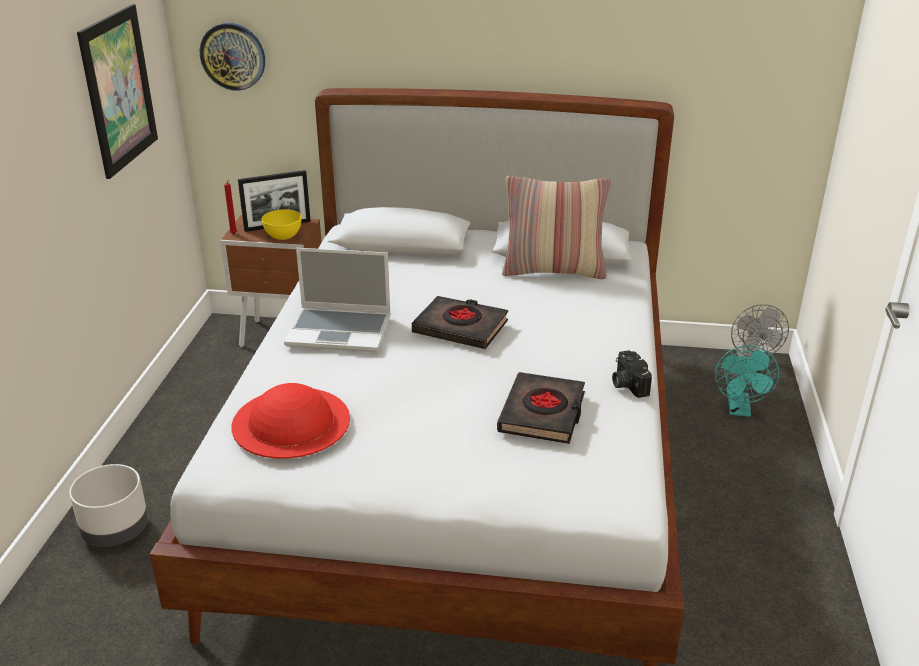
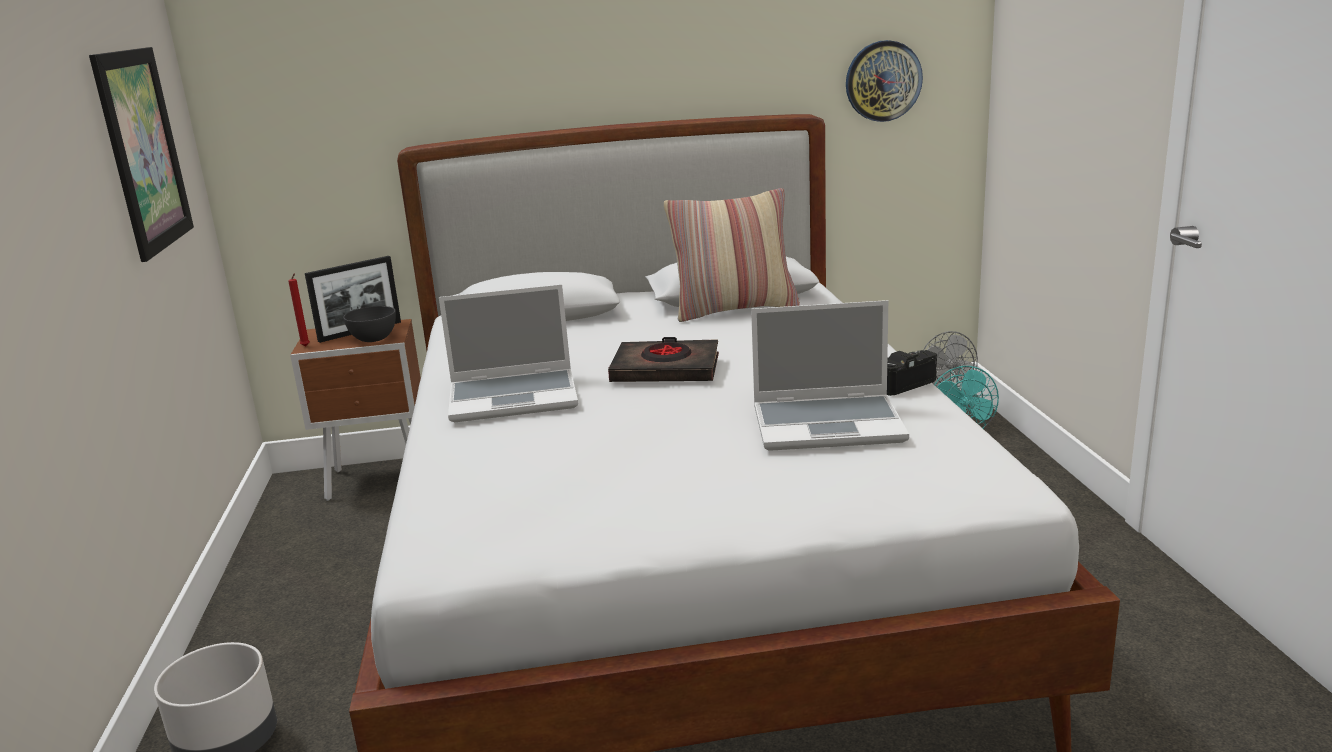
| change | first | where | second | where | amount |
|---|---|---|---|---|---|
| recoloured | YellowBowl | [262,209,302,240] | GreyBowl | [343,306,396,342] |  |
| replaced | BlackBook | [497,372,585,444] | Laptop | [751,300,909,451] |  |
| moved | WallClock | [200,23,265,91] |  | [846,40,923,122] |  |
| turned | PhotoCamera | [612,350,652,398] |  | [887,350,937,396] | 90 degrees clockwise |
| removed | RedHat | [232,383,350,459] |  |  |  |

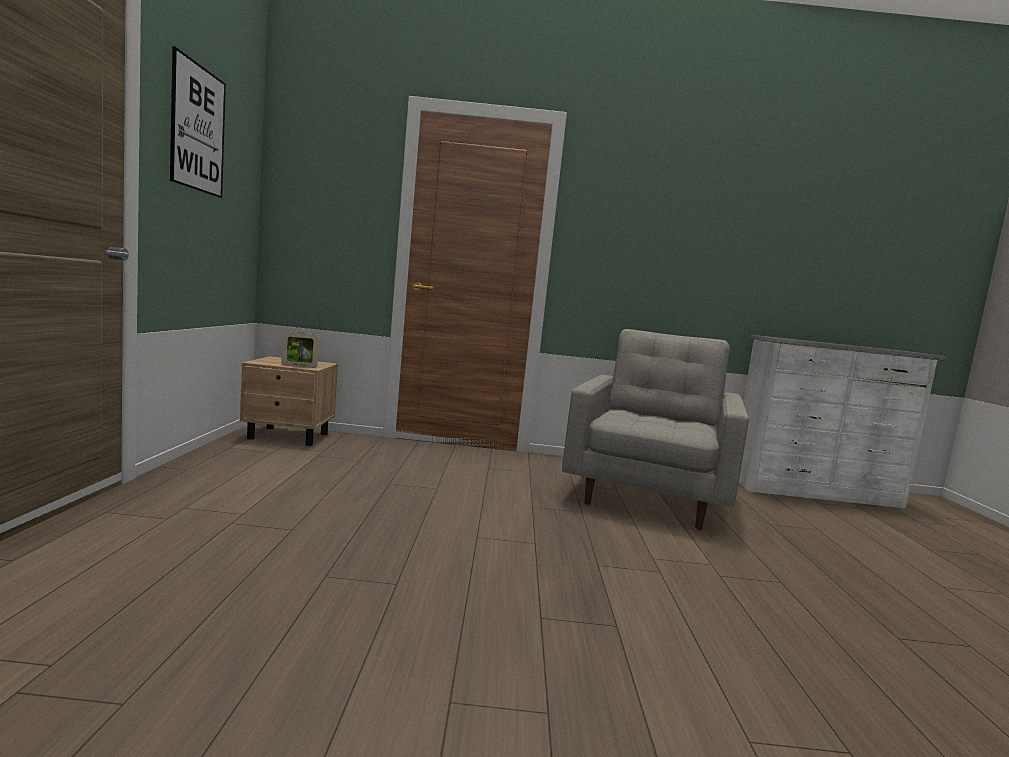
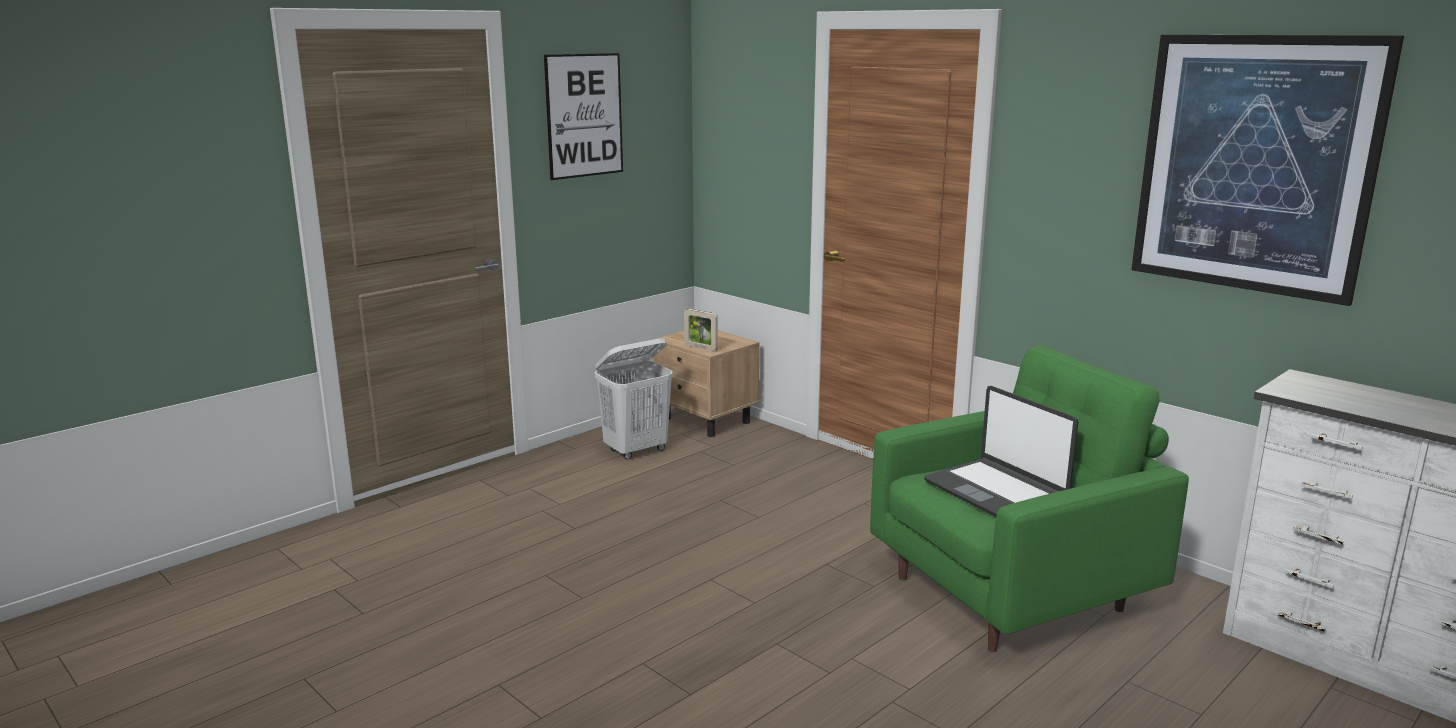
| change | first | where | second | where | amount |
|---|---|---|---|---|---|
| added |  |  | WhiteLaundryBasket | [595,338,673,460] |  |
| recoloured | GreyArmchair | [562,329,749,530] | GreenArmchair | [870,345,1189,652] |  |
| added |  |  | Laptop | [924,386,1078,517] |  |
| added |  |  | Picture | [1131,35,1404,306] |  |

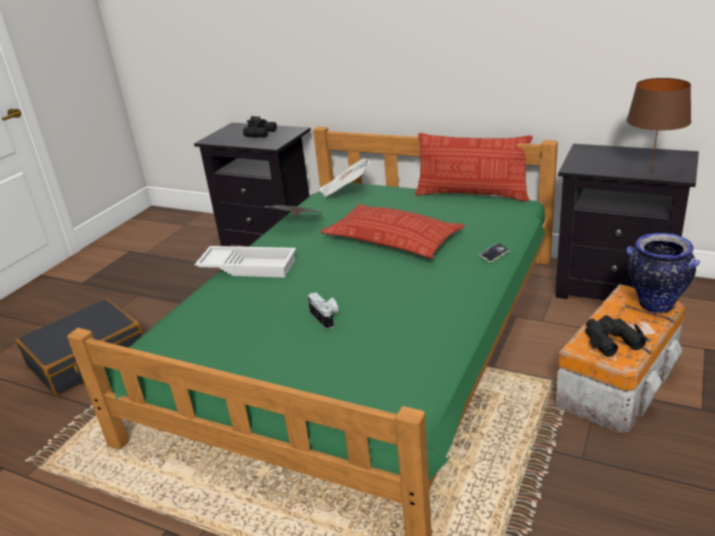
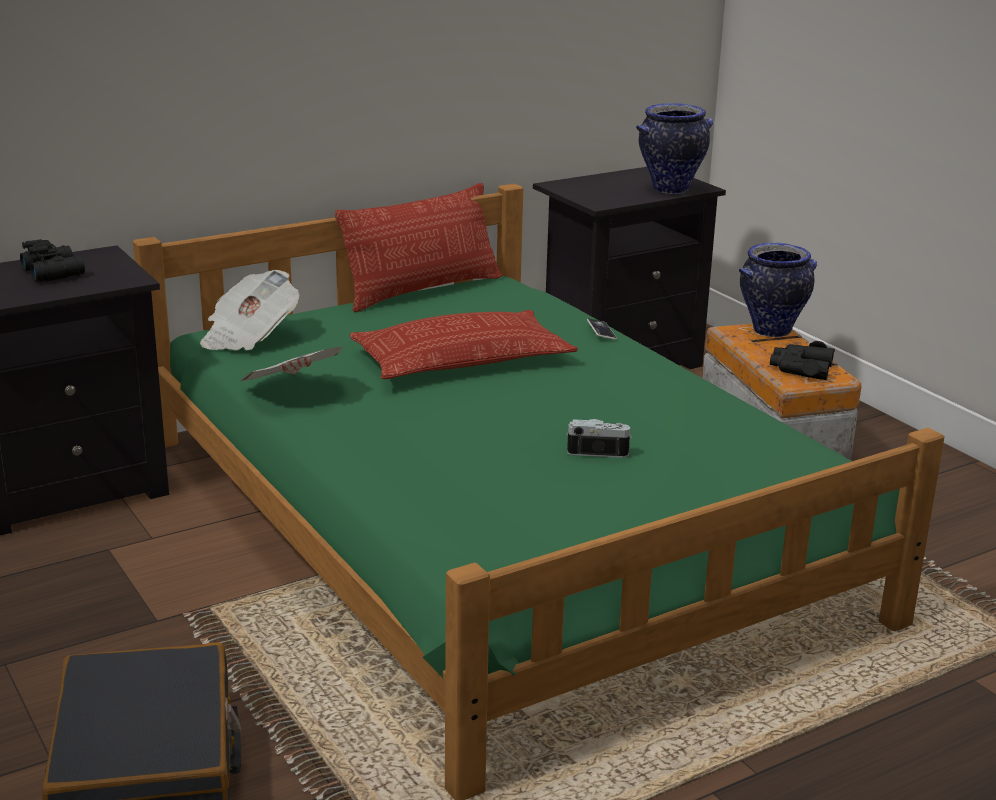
| change | first | where | second | where | amount |
|---|---|---|---|---|---|
| replaced | BrownTableLamp | [627,78,691,172] | Vase | [636,103,713,194] |  |
| removed | WhiteTray | [195,246,296,278] |  |  |  |

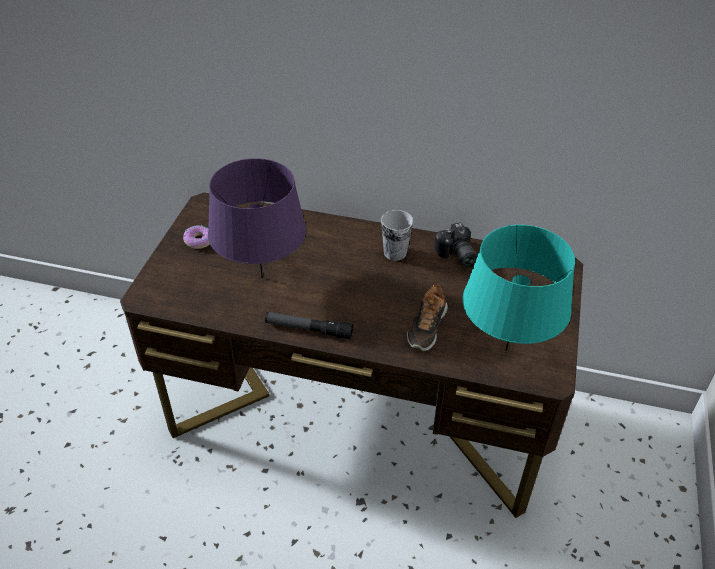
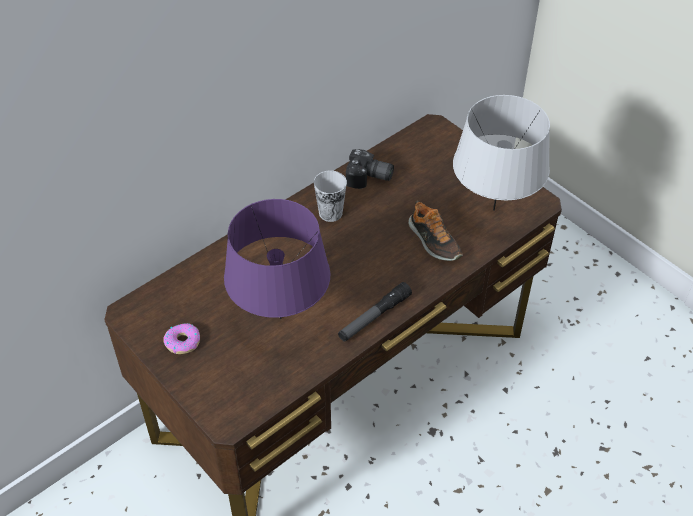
| change | first | where | second | where | amount |
|---|---|---|---|---|---|
| recoloured | TurquoiseTableLamp | [462,225,575,351] | GreyTableLamp | [453,95,550,211] |  |

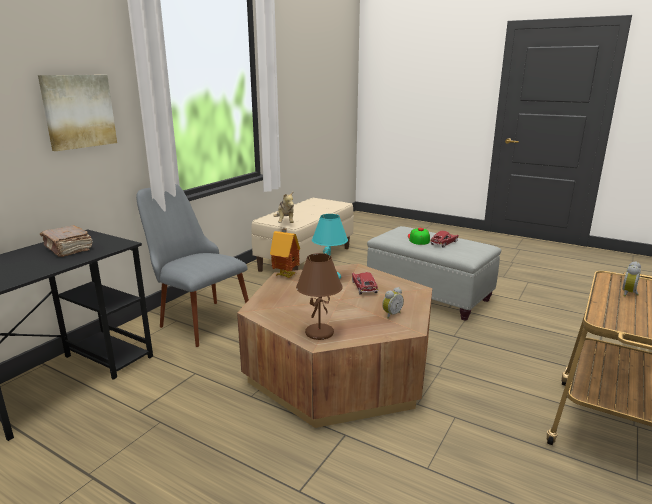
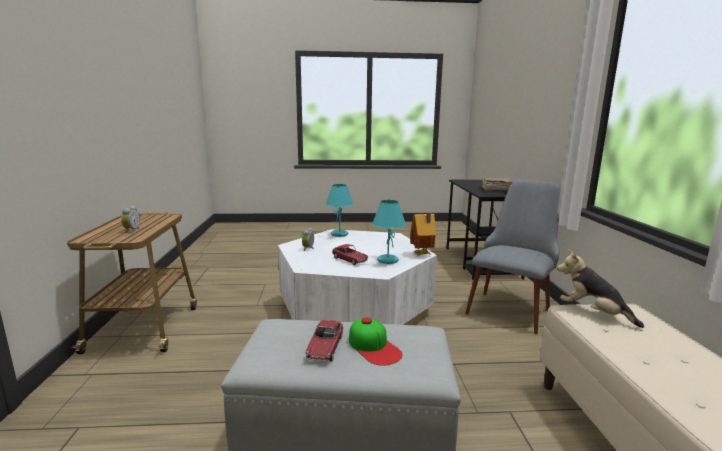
| change | first | where | second | where | amount |
|---|---|---|---|---|---|
| recoloured | BrownCoffeeTable | [237,264,432,428] | WhiteCoffeeTable | [278,229,437,325] |  |
| recoloured | BrownTableLamp | [296,253,343,340] | TurquoiseTableLamp | [326,184,353,237] |  |
| turned | GreyChair | [136,184,249,347] |  | [465,179,560,334] | 60 degrees counterclockwise |
| removed | Picture | [38,75,117,151] |  |  |  |

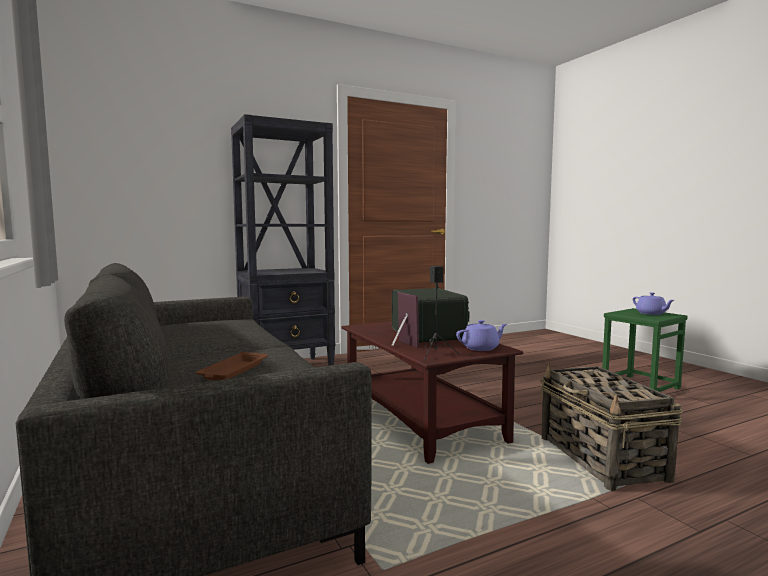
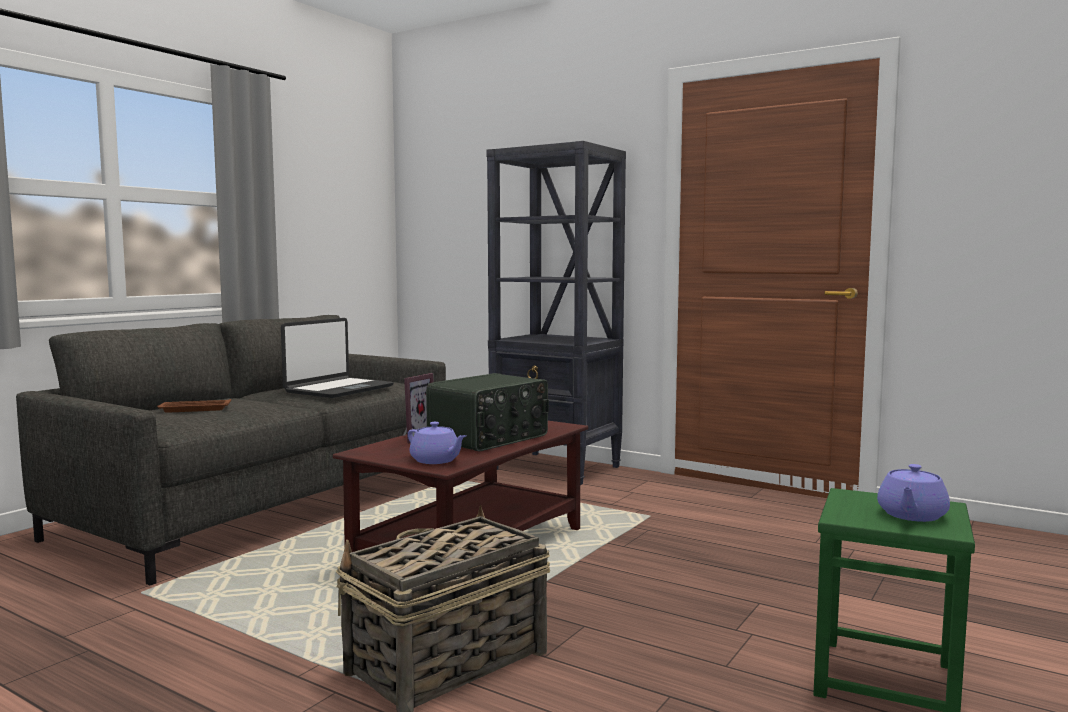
| change | first | where | second | where | amount |
|---|---|---|---|---|---|
| added |  |  | Laptop | [281,318,394,398] |  |
| removed | BlackSpeaker | [423,266,460,360] |  |  |  |

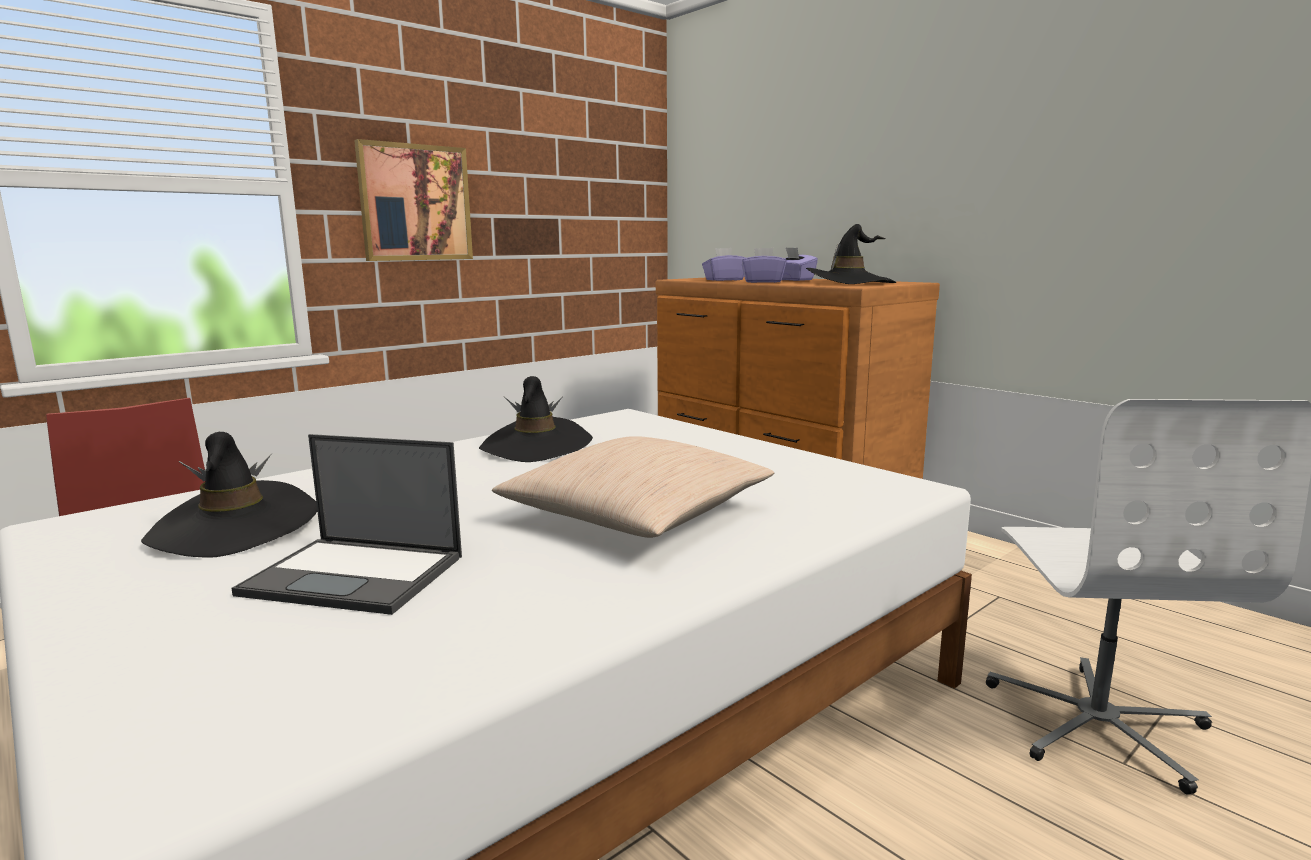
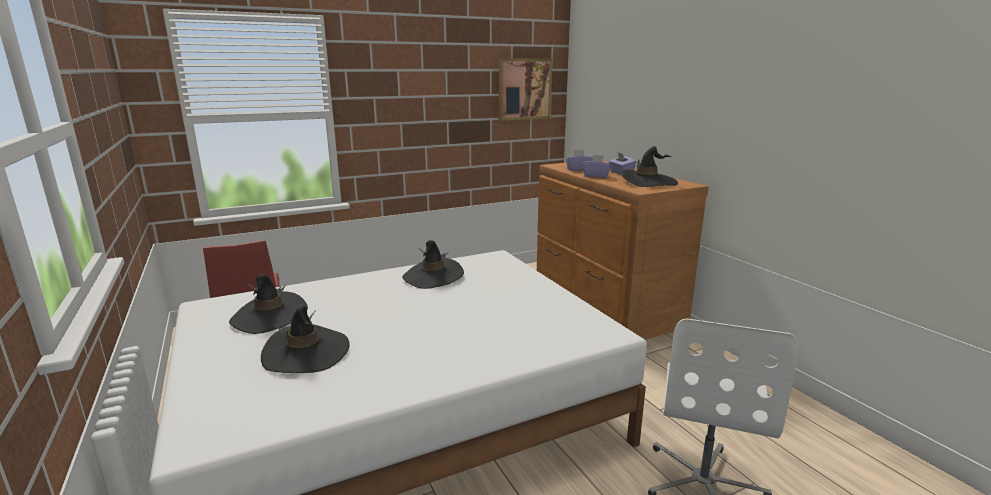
| change | first | where | second | where | amount |
|---|---|---|---|---|---|
| replaced | Laptop | [231,434,462,615] | BlackHat | [261,305,350,373] |  |
| moved | Picture | [354,139,473,261] |  | [499,58,552,121] |  |
| removed | BeigePillow | [492,436,774,538] |  |  |  |

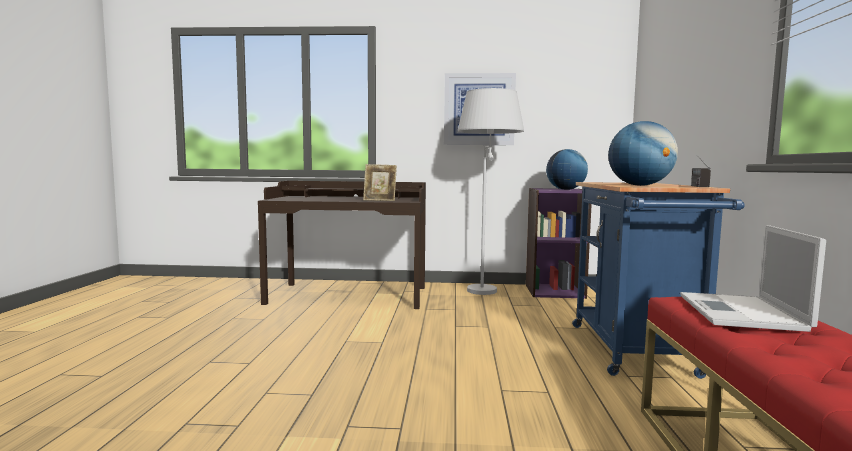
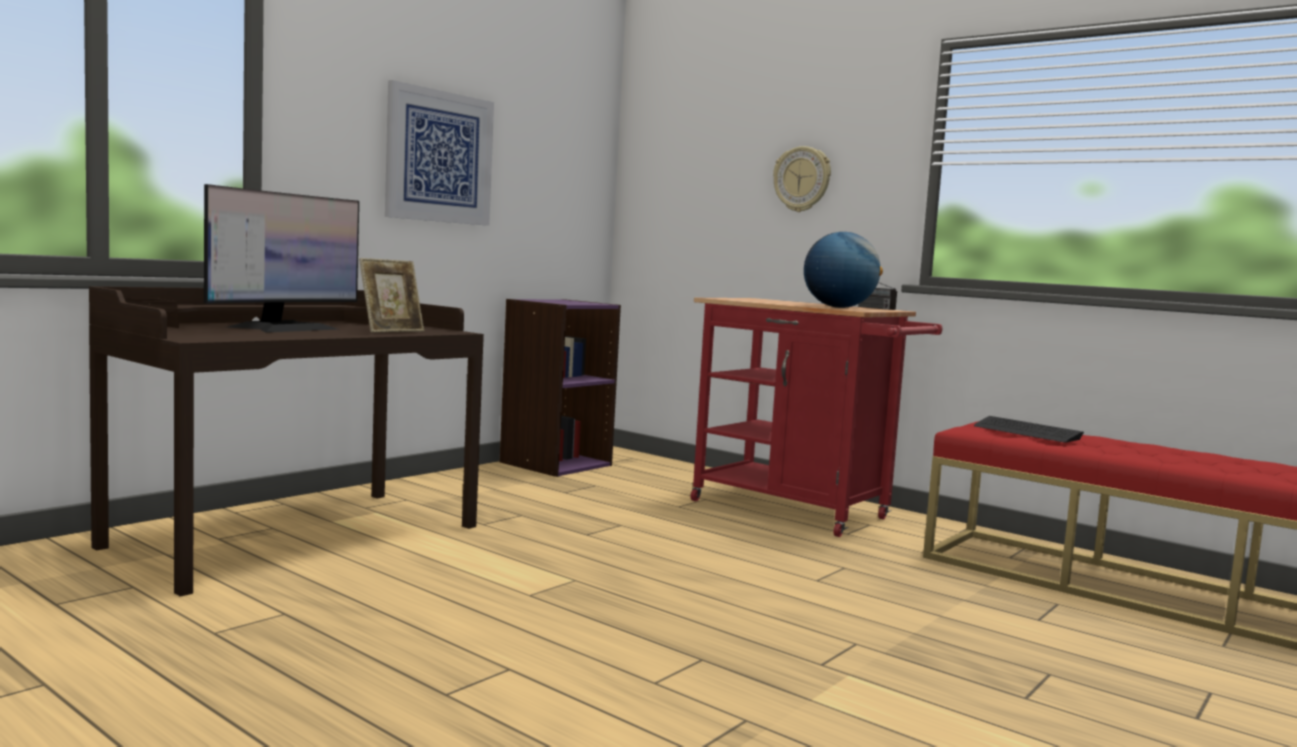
| change | first | where | second | where | amount |
|---|---|---|---|---|---|
| added |  |  | Monitor | [204,184,359,333] |  |
| recoloured | BlueCart | [572,182,745,379] | RedCart | [690,298,942,537] |  |
| added |  |  | WallClock | [773,146,831,212] |  |
| replaced | Laptop | [680,225,826,332] | Keyboard | [974,416,1084,443] |  |
| removed | WhiteFloorLamp | [458,88,524,295] |  |  |  |
| removed | Globe | [546,149,588,190] |  |  |  |

